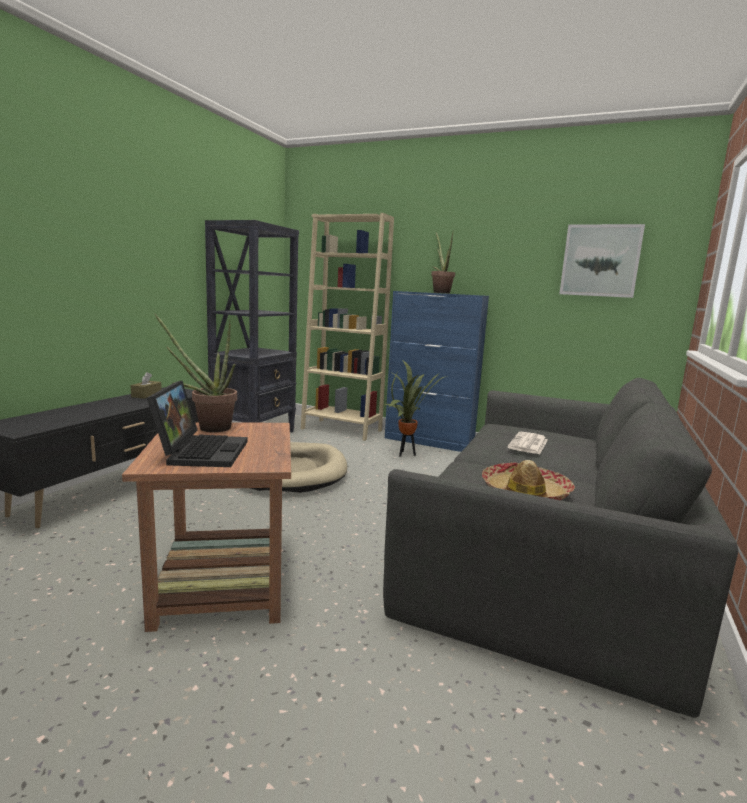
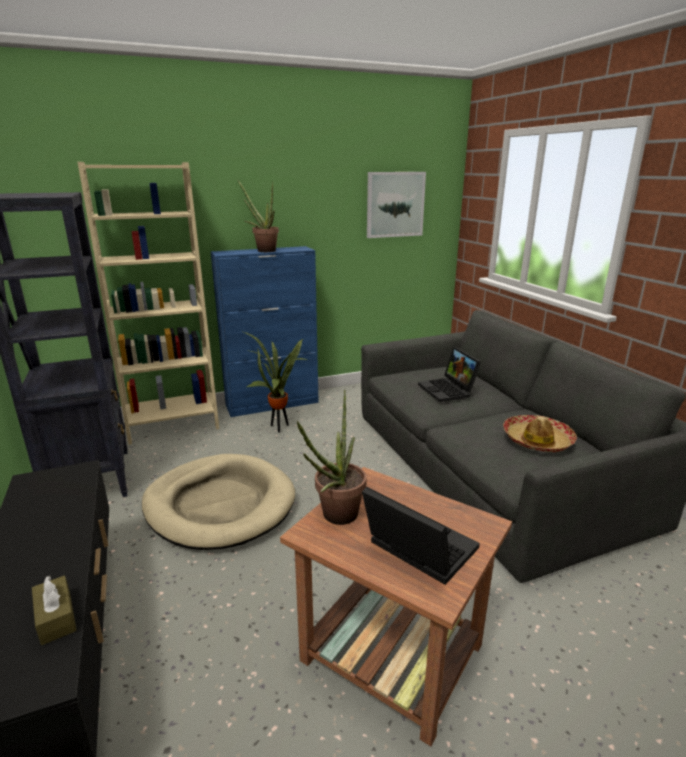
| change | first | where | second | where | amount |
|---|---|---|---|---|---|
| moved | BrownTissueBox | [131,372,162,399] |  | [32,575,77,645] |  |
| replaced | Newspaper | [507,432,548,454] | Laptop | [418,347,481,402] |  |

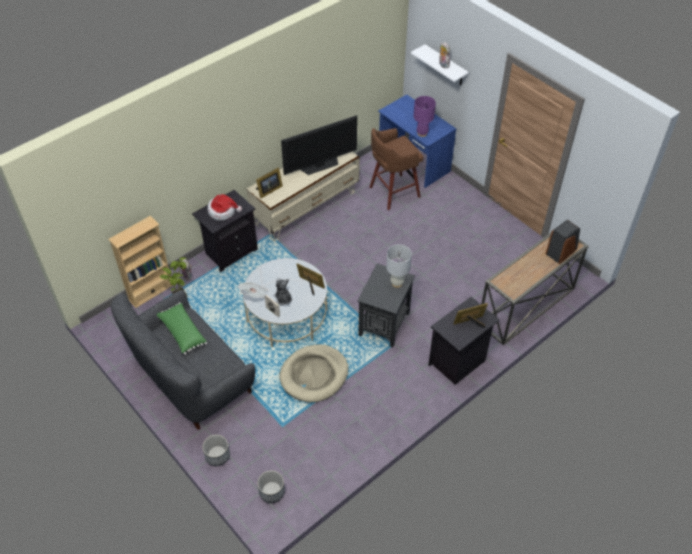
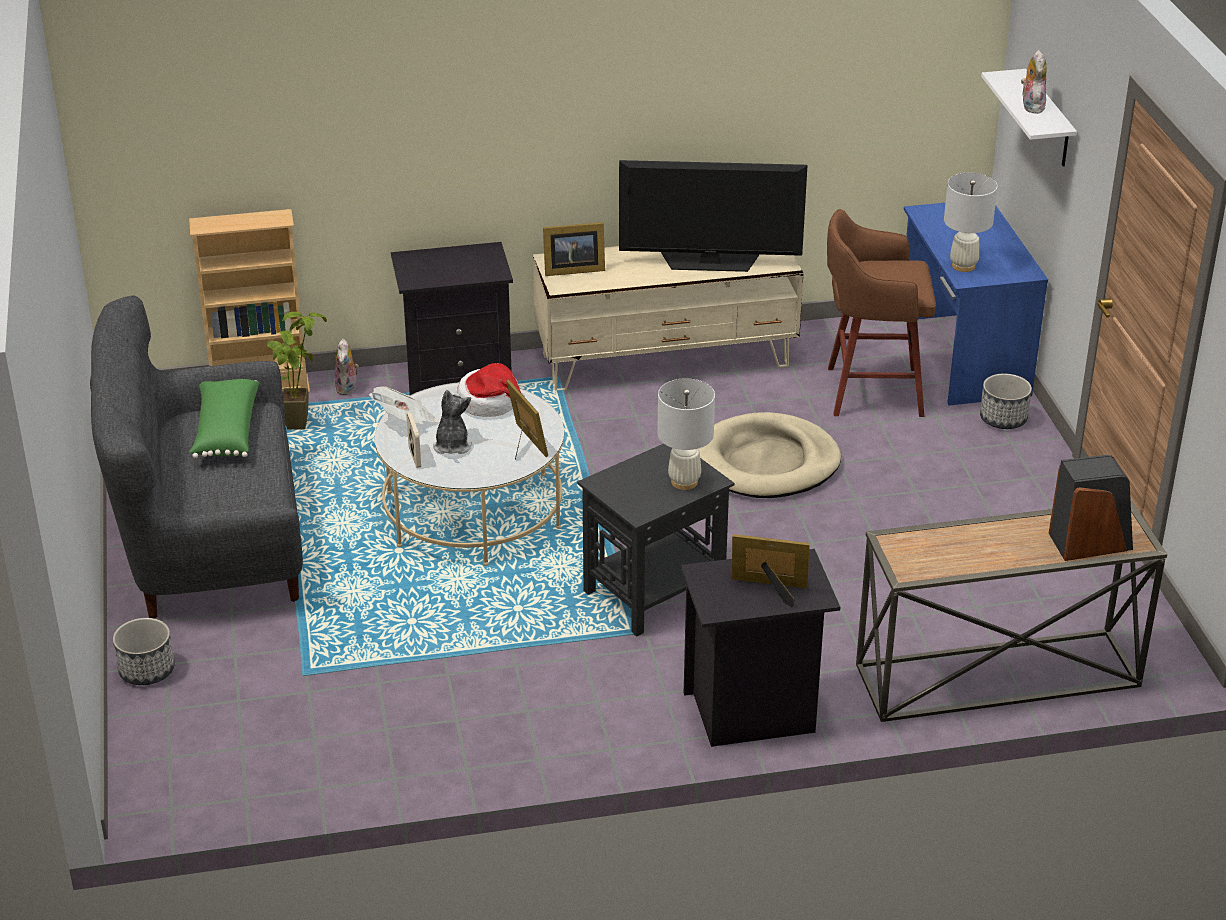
| change | first | where | second | where | amount |
|---|---|---|---|---|---|
| moved | Hat | [208,194,242,221] |  | [457,363,530,417] |  |
| moved | BeigeDogBed | [279,344,348,402] |  | [698,412,841,498] |  |
| recoloured | PurpleTableLamp | [413,96,436,137] | WhiteTableLamp | [944,173,998,272] |  |
| moved | Planter | [257,470,285,503] |  | [980,374,1032,429] |  |

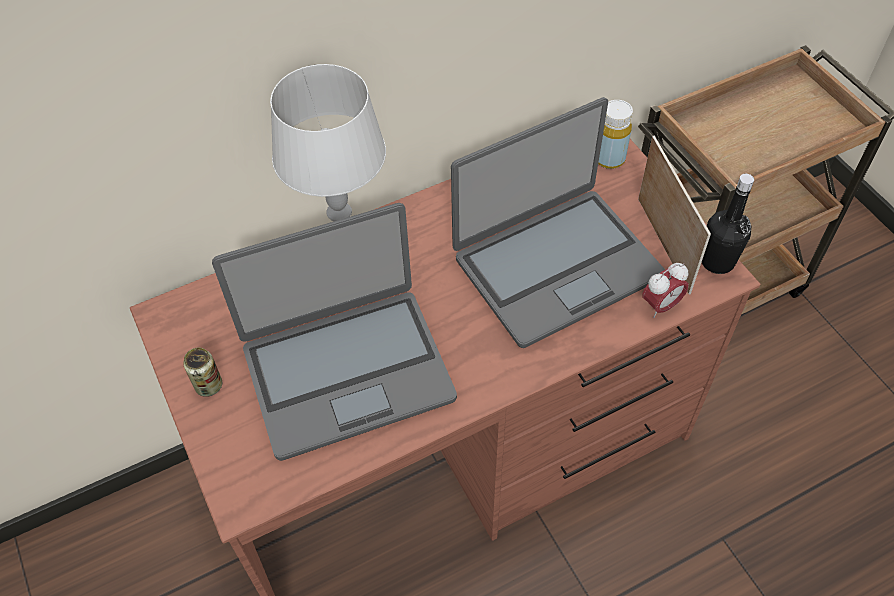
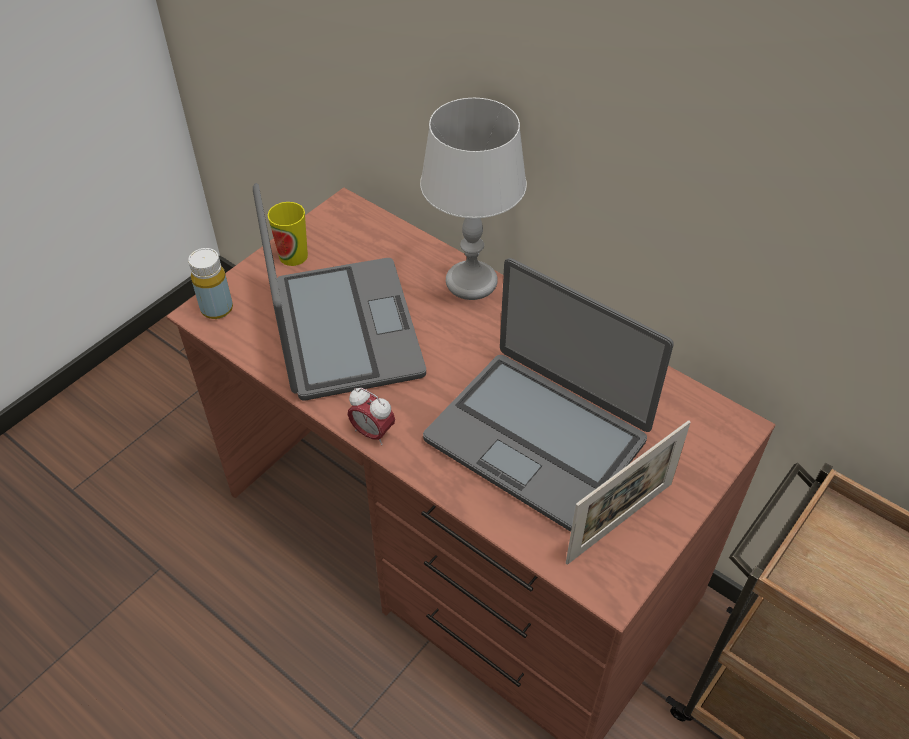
| change | first | where | second | where | amount |
|---|---|---|---|---|---|
| moved | YellowBottle | [598,100,633,169] |  | [188,248,233,319] |  |
| turned | Laptop | [212,203,457,461] |  | [253,183,426,401] | 150 degrees counterclockwise |
| replaced | Can | [183,348,222,397] | Cup | [268,202,308,266] |  |
| moved | AlarmClock | [642,263,689,318] |  | [348,388,395,445] |  |
| removed | BlackBottle | [702,174,754,274] |  |  |  |

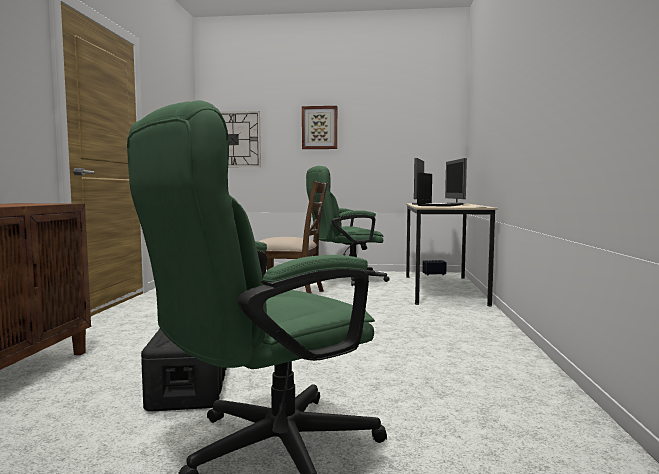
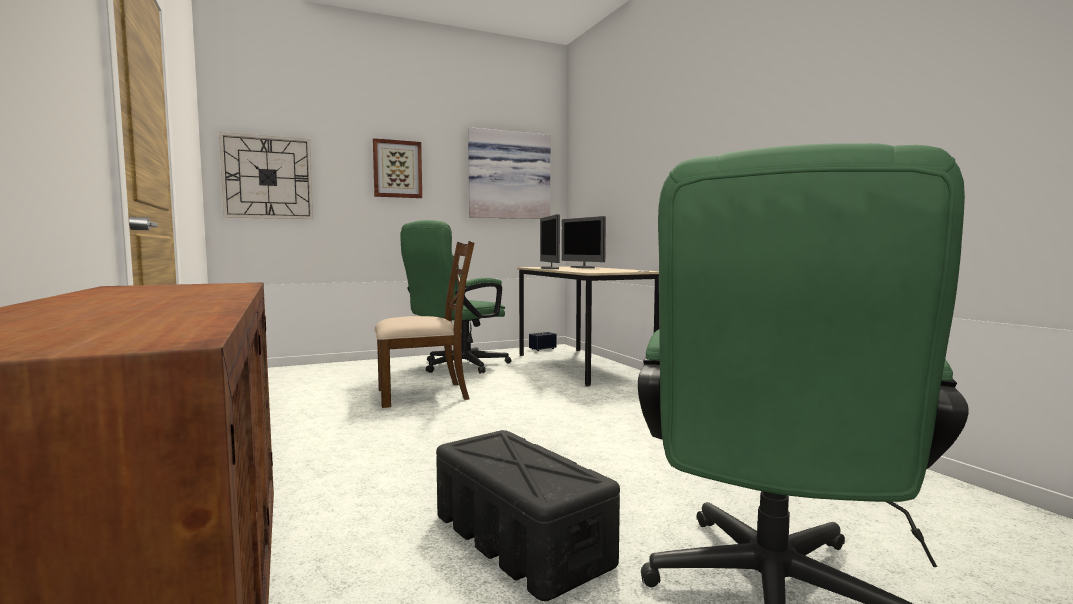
| change | first | where | second | where | amount |
|---|---|---|---|---|---|
| added |  |  | Picture | [468,127,550,219] |  |
| removed | Laptop | [417,173,461,207] |  |  |  |

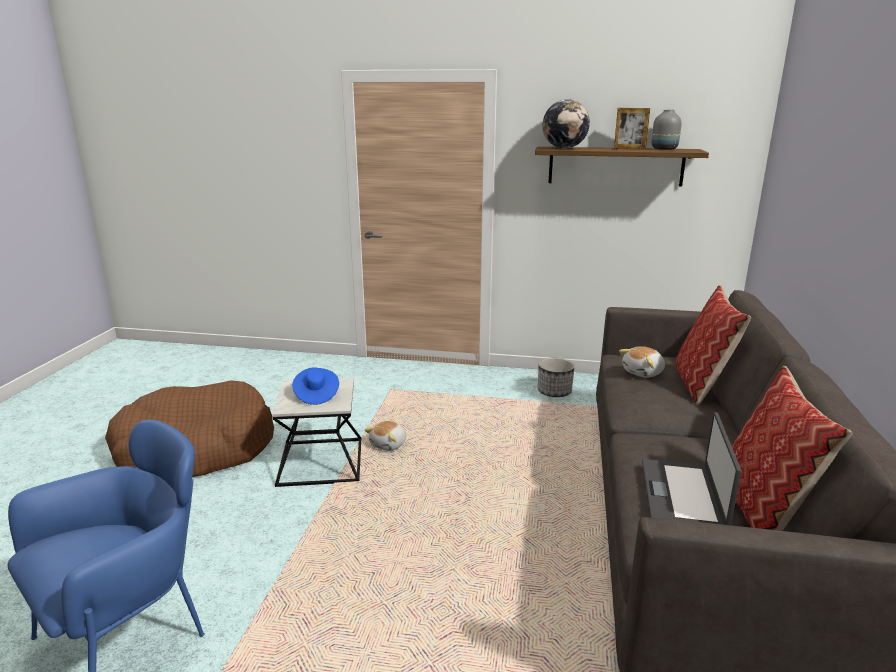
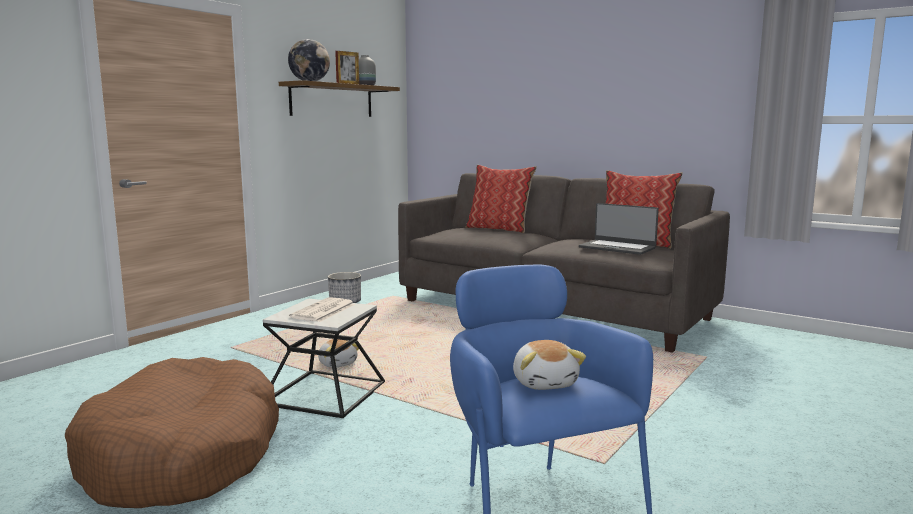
| change | first | where | second | where | amount |
|---|---|---|---|---|---|
| replaced | BlueHat | [292,367,339,405] | Newspaper | [289,297,356,322] |  |
| moved | PlushToy | [619,346,665,378] |  | [513,340,586,390] |  |

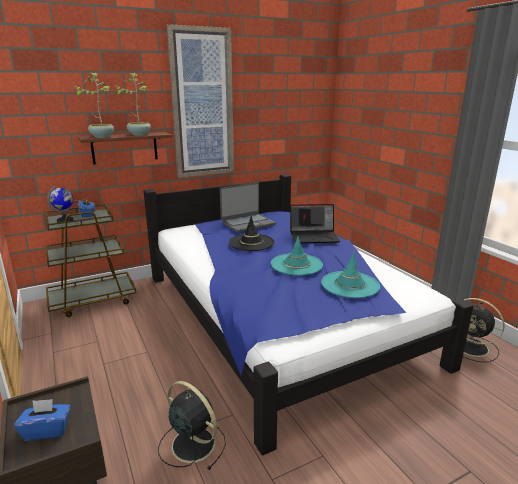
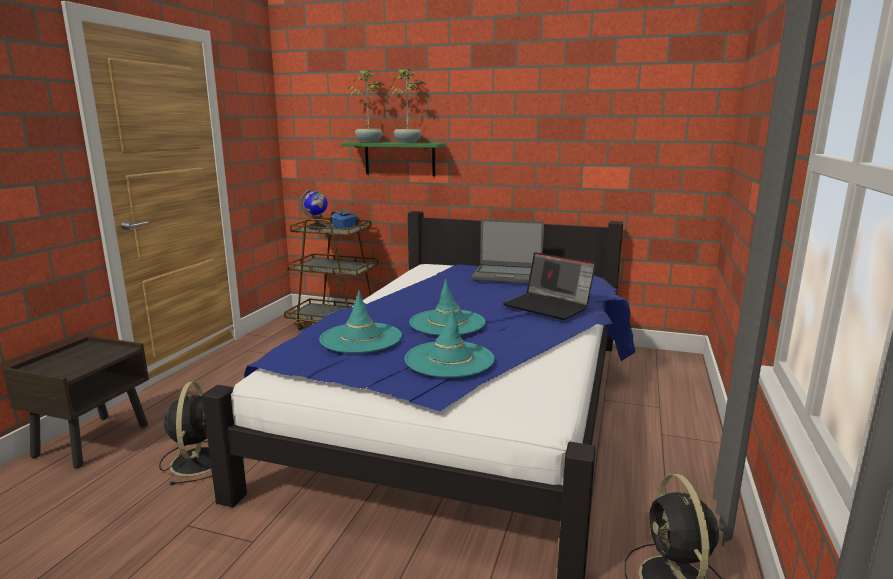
| change | first | where | second | where | amount |
|---|---|---|---|---|---|
| added |  |  | TurquoiseHat | [319,290,402,353] |  |
| recoloured | BrownShelf | [78,132,172,165] | GreenShelf | [341,142,447,176] |  |
| removed | BlueTissueBox | [14,399,71,441] |  |  |  |
| removed | Picture | [166,24,234,178] |  |  |  |
| removed | BlackHat | [229,216,275,251] |  |  |  |

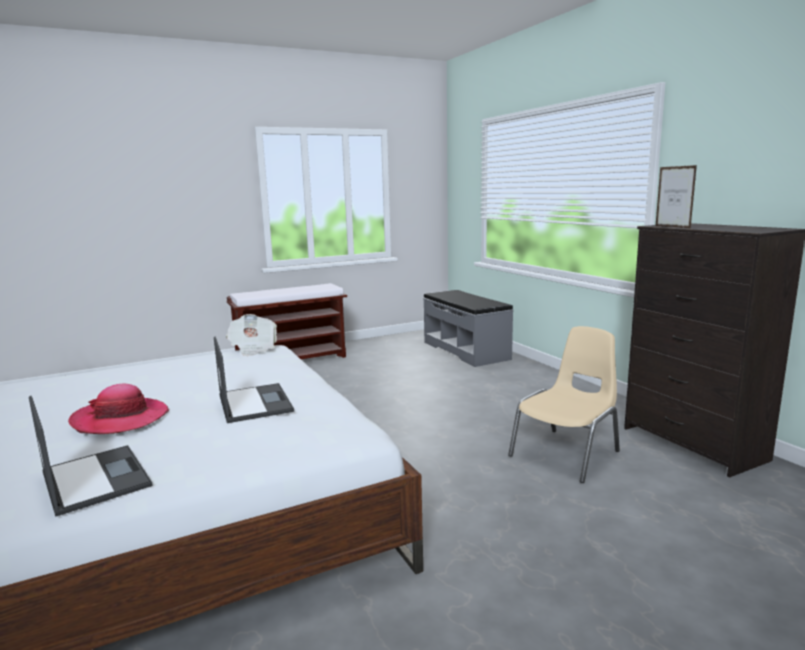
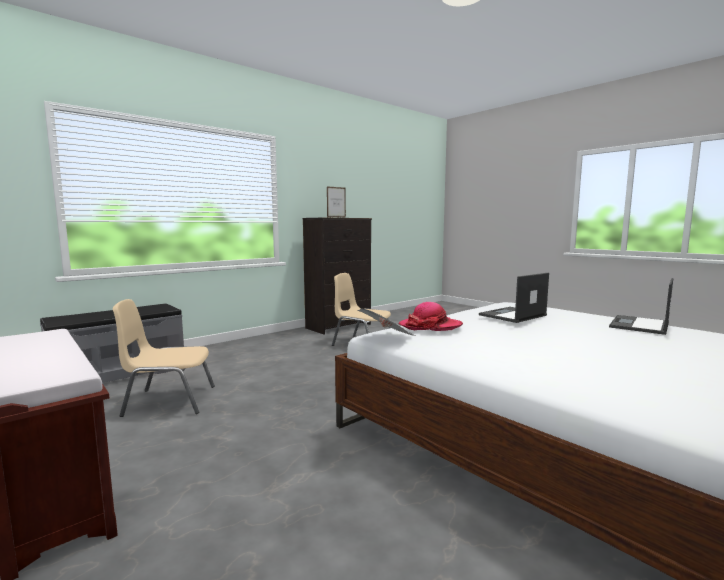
| change | first | where | second | where | amount |
|---|---|---|---|---|---|
| added |  |  | BeigeChair | [113,299,215,417] |  |
| moved | Hat | [68,384,169,434] |  | [398,302,463,331] |  |

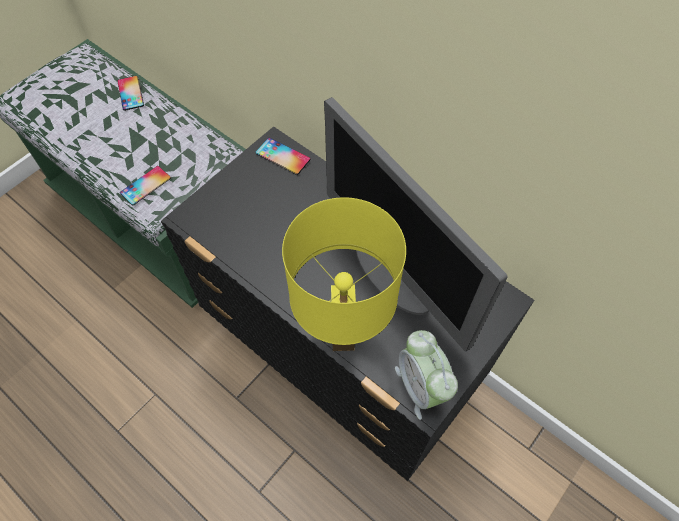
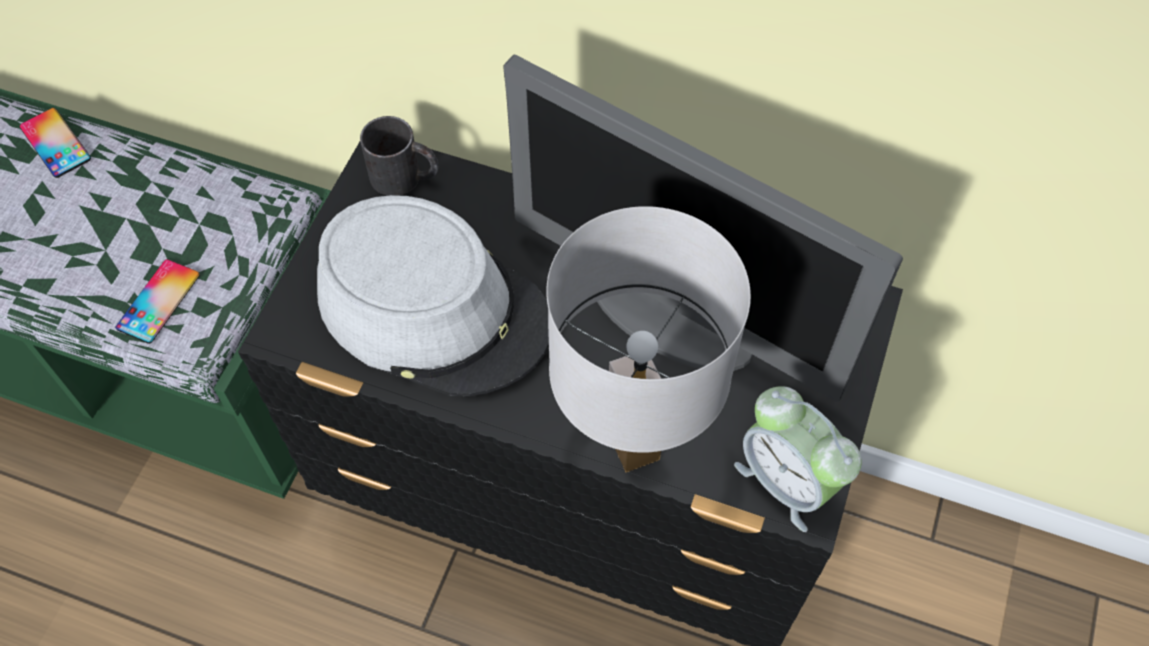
| change | first | where | second | where | amount |
|---|---|---|---|---|---|
| added |  |  | GreyHat | [317,195,549,396] |  |
| replaced | Phone | [256,138,310,175] | BlackMug | [360,116,439,196] |  |
| recoloured | YellowTableLamp | [282,197,406,351] | WhiteTableLamp | [546,206,751,472] |  |

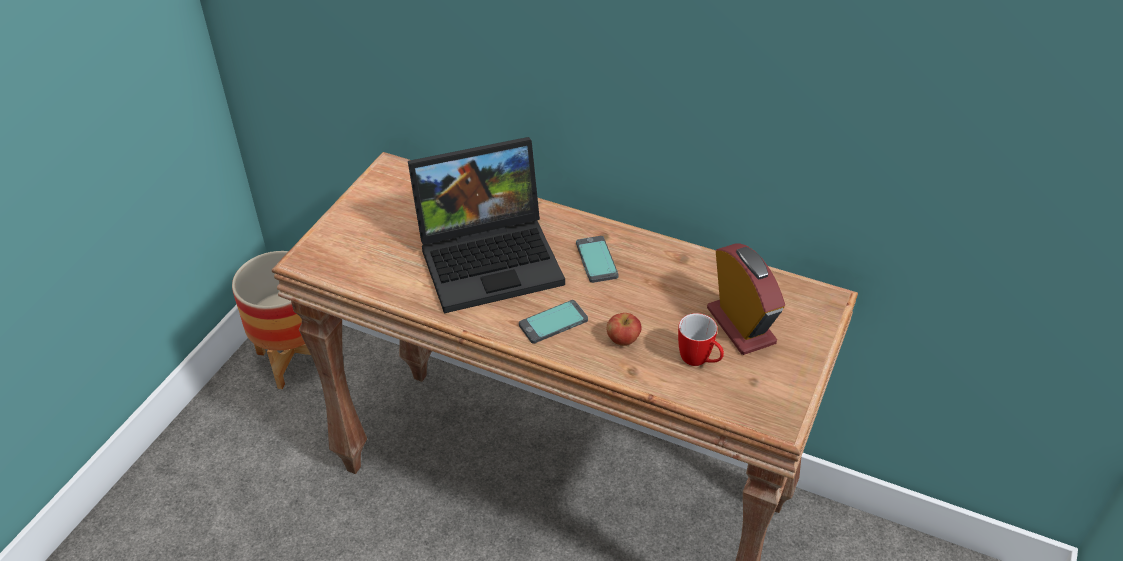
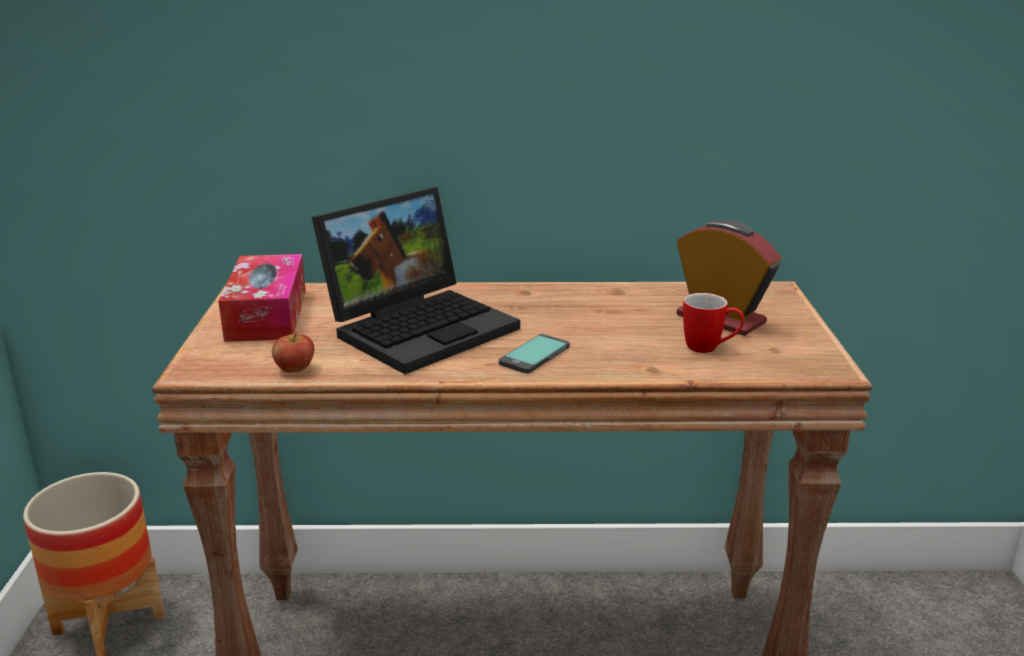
| change | first | where | second | where | amount |
|---|---|---|---|---|---|
| added |  |  | TissueBox | [218,254,306,342] |  |
| moved | Apple | [607,313,642,346] |  | [272,332,314,373] |  |
| removed | Phone | [576,236,618,283] |  |  |  |

